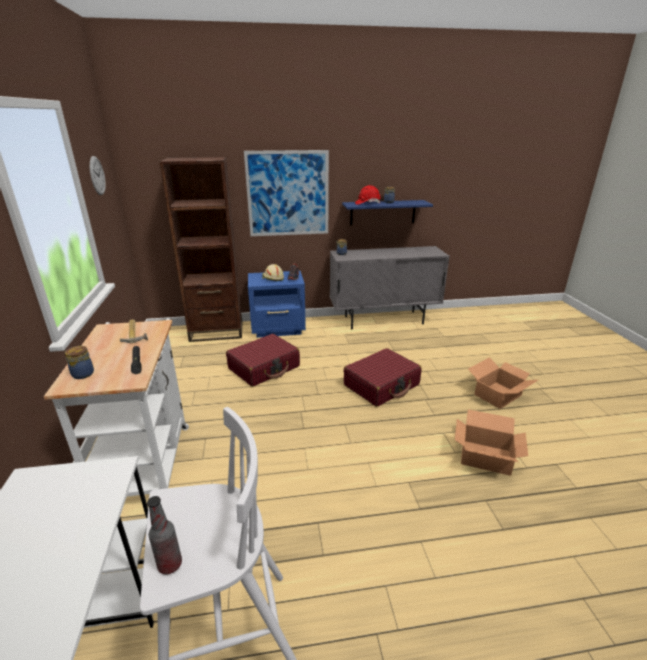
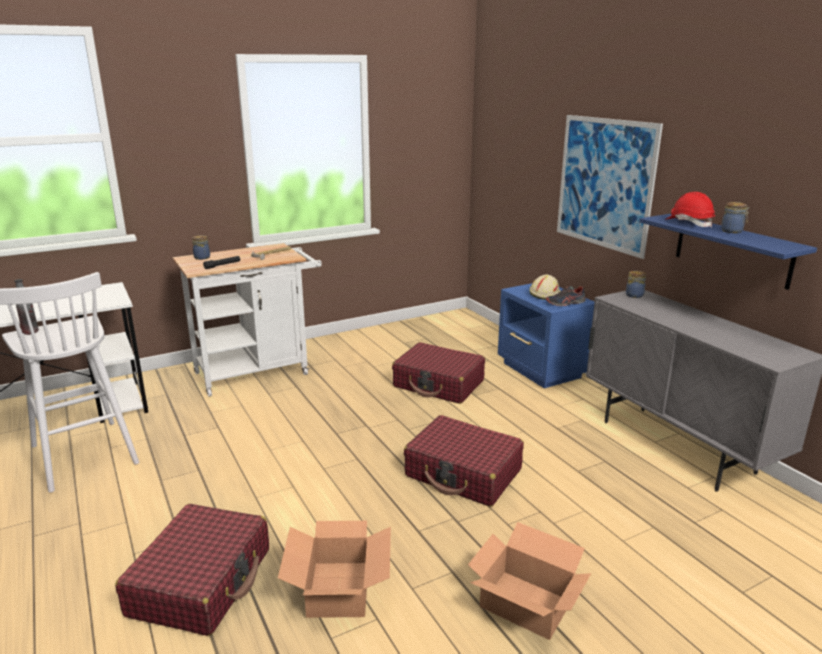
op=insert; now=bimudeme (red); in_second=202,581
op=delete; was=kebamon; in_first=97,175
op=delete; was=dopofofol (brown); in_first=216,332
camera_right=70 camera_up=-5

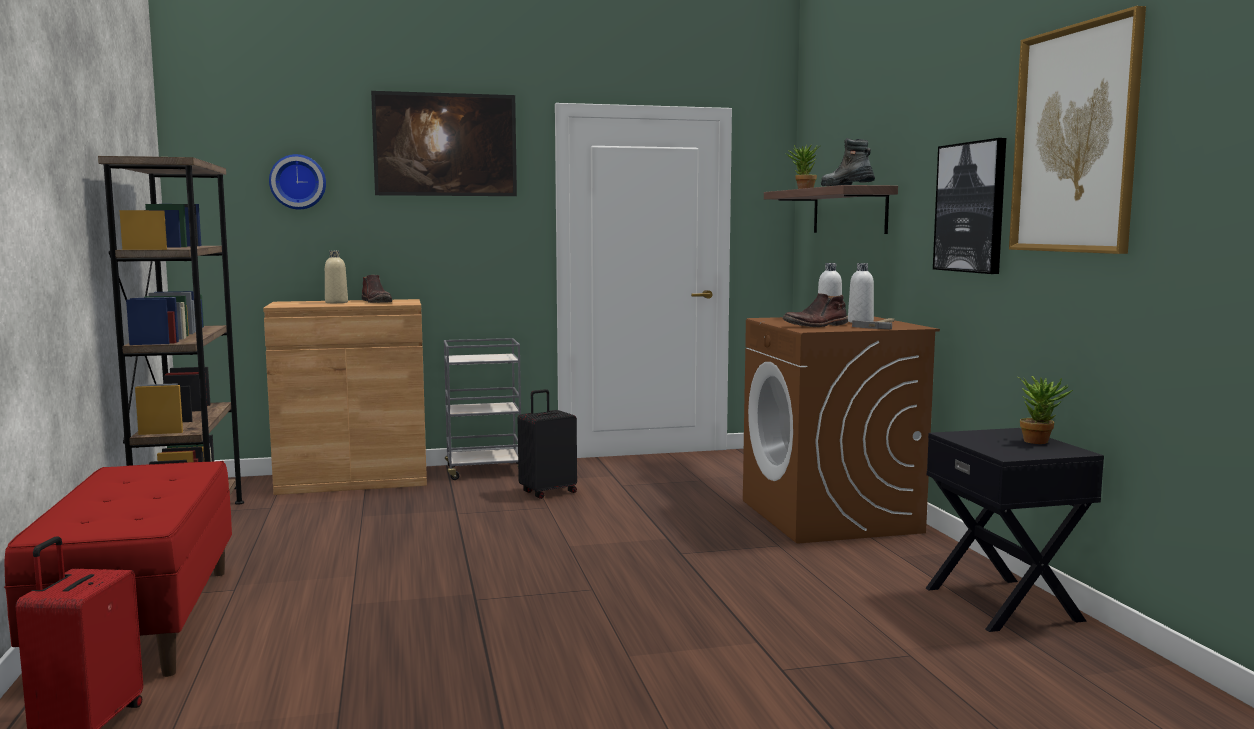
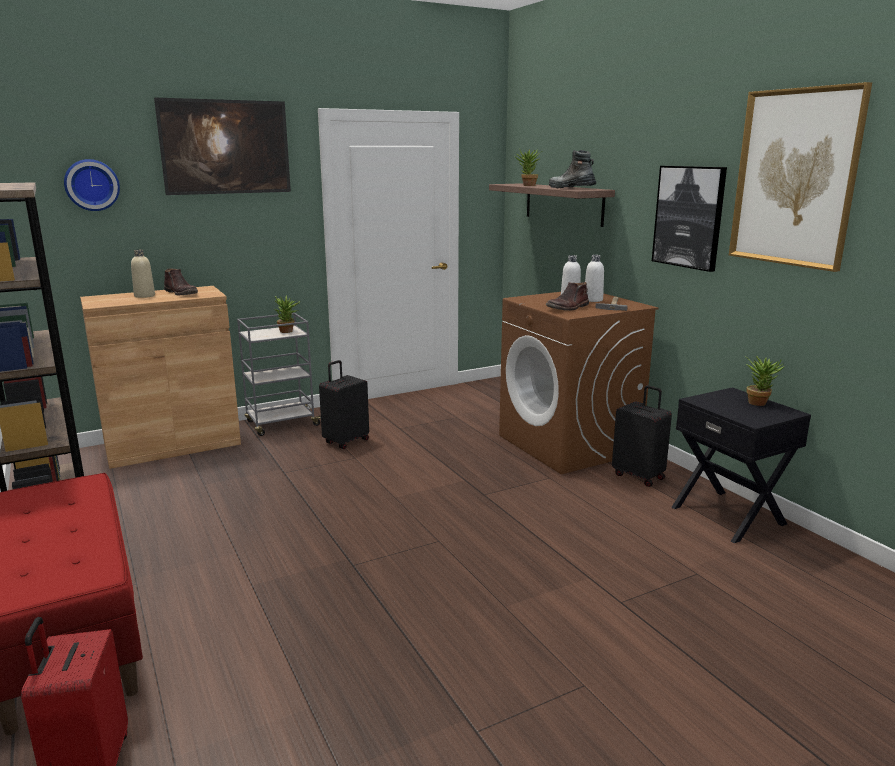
op=insert; now=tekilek; in_second=288,331
op=insert; now=bimudeme (black); in_second=639,476
camera_right=-15 camera_up=10

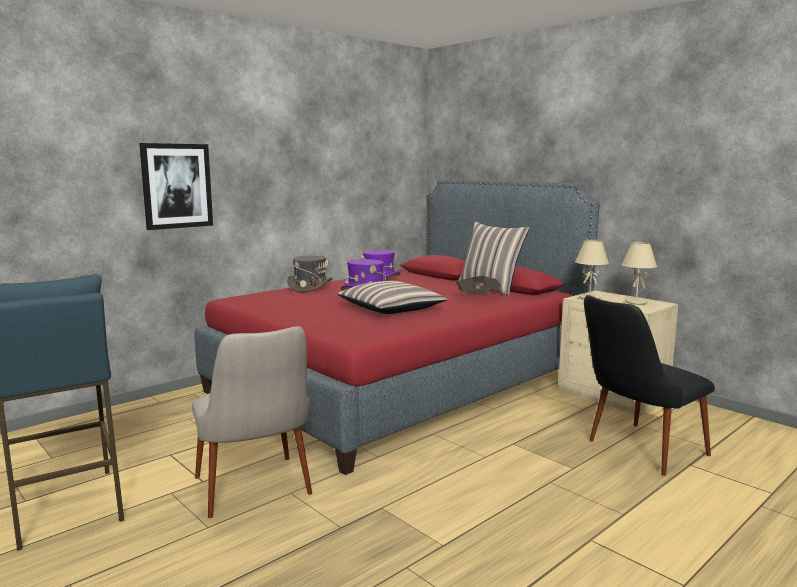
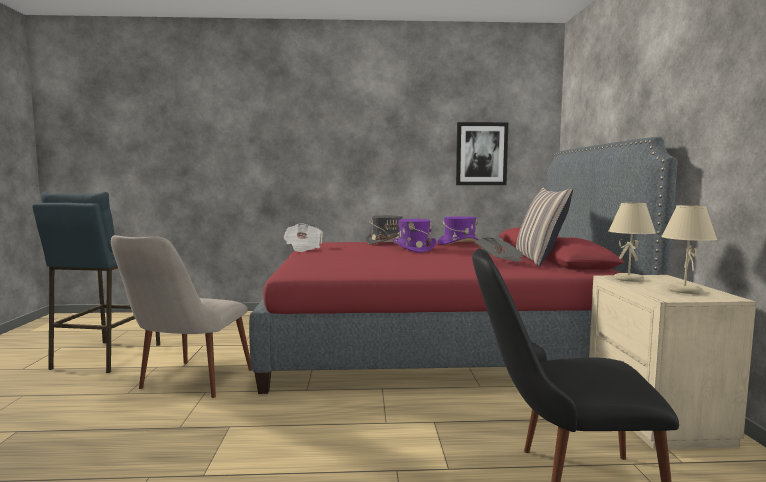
op=insert; now=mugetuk; in_second=303,248
op=move; was=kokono; in_first=176,186; in_second=481,154
op=delete; was=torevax; in_first=391,309
camera_right=40 camera_up=-5

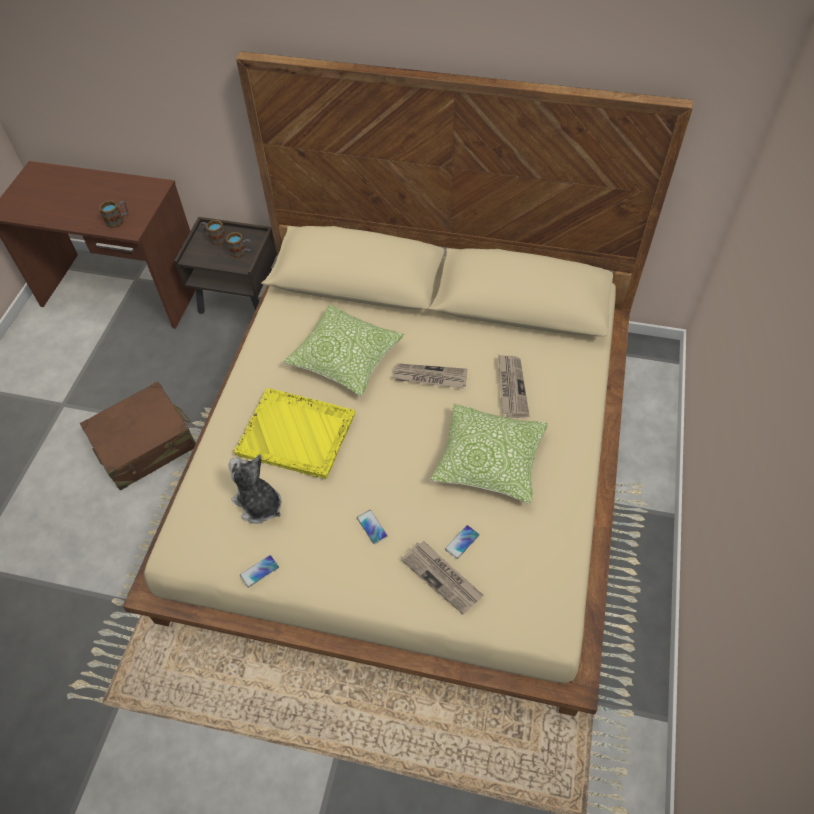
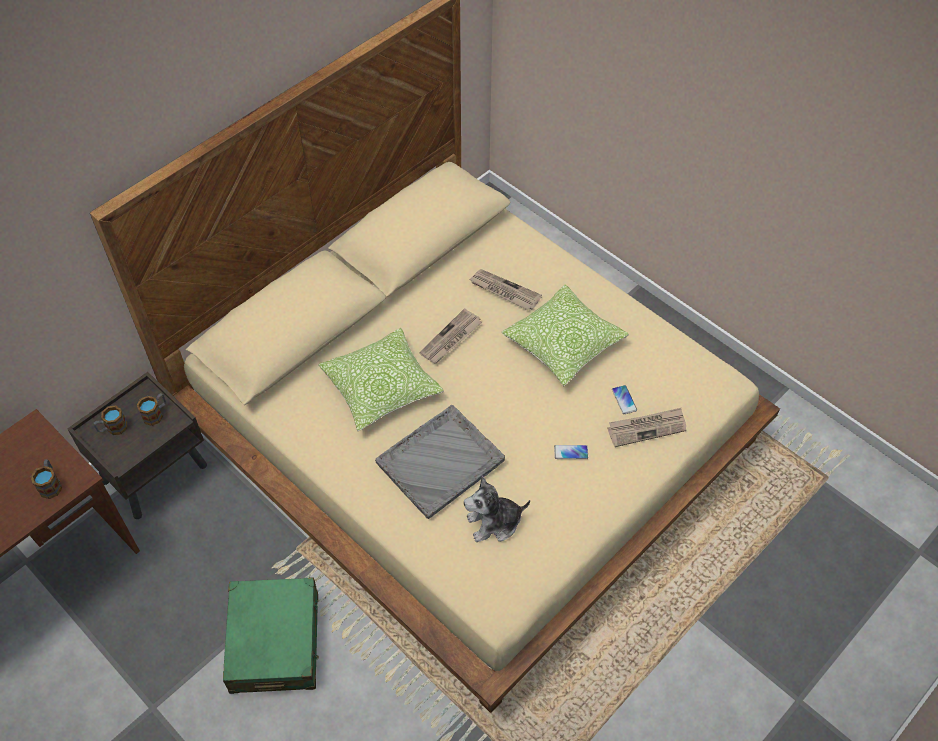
op=recolor; was=bimudeme (brown); now=bimudeme (green); in_first=145,444; in_second=275,642
op=recolor; was=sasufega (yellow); now=sasufega (grey); in_first=297,434; in_second=441,461
op=delete; was=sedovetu; in_first=259,571
camera_right=-60 camera_up=0

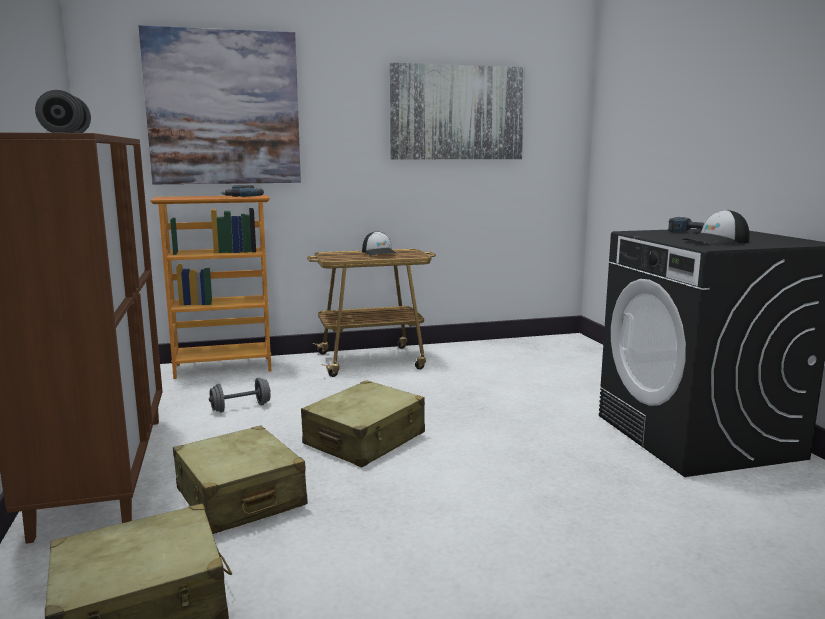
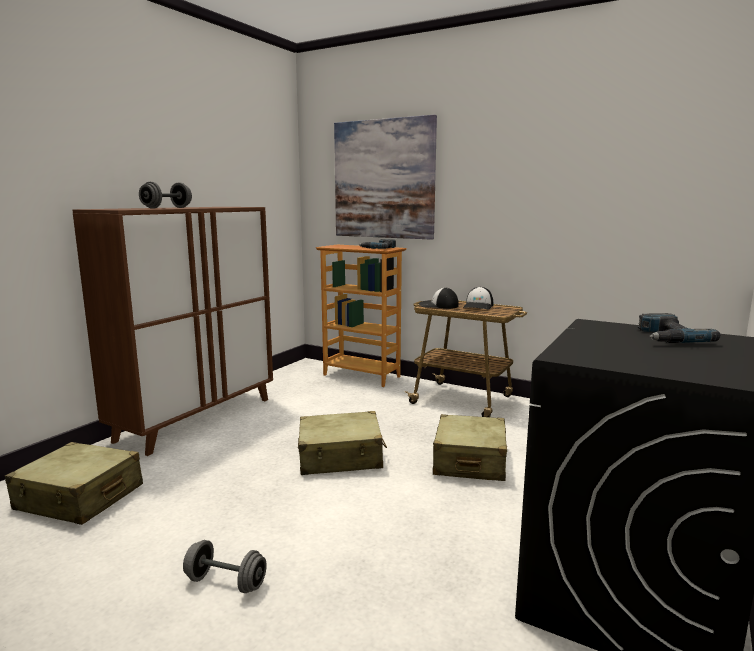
op=move; was=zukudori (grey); in_first=241,408; in_second=226,582
op=move; was=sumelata; in_first=716,241; in_second=438,305
op=move; was=bimudeme (beige); in_first=240,498; in_second=469,461
op=delete; was=kokono; in_first=457,113
camera_right=45 camera_up=0

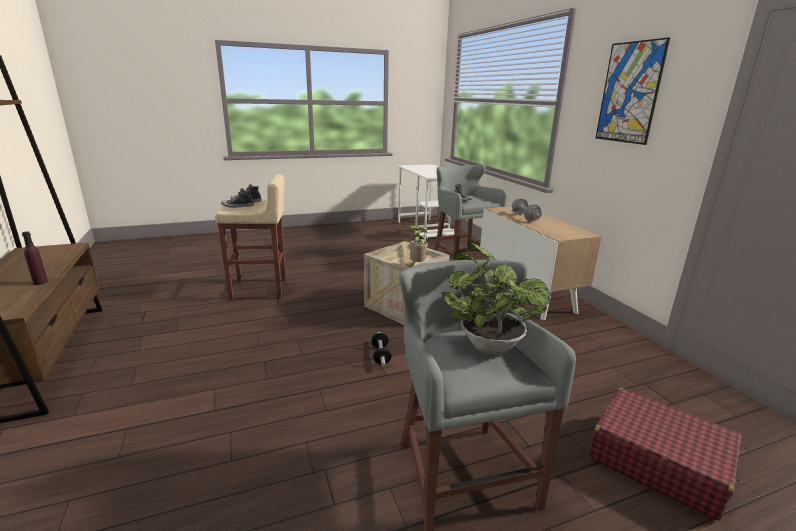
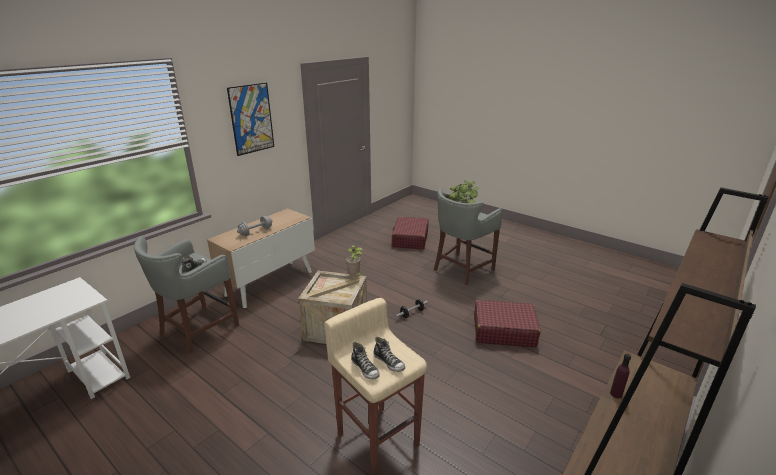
op=insert; now=bimudeme (red); in_second=503,331
camera_right=-120 camera_up=5

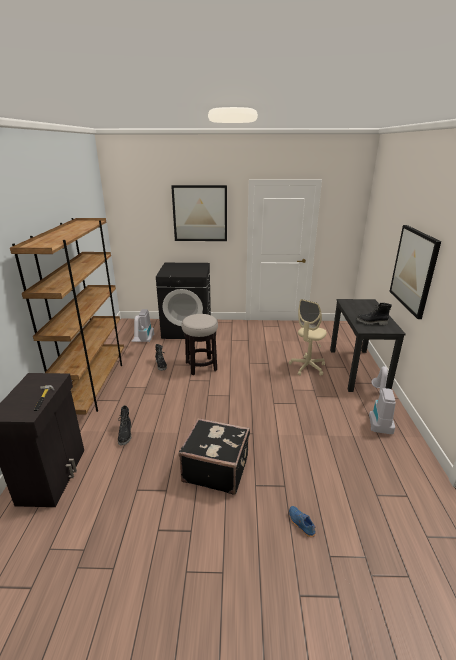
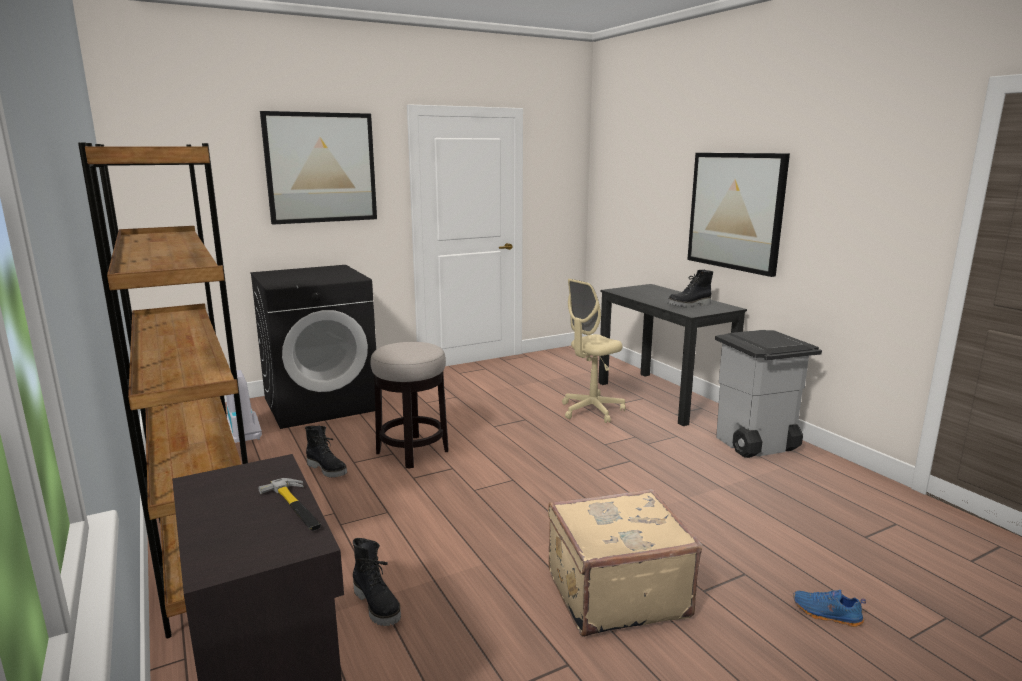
op=recolor; was=bimudeme (black); now=bimudeme (beige); in_first=216,468; in_second=615,593
op=rotate; was=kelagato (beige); in_first=307,367; in_second=591,411; clockwise=45
op=replace; was=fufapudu; now=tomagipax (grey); in_first=378,417; in_second=755,445
camera_right=-30 camera_up=-10

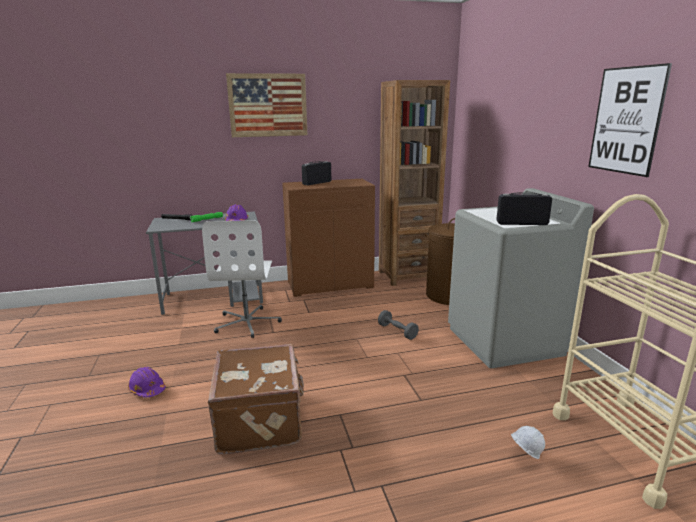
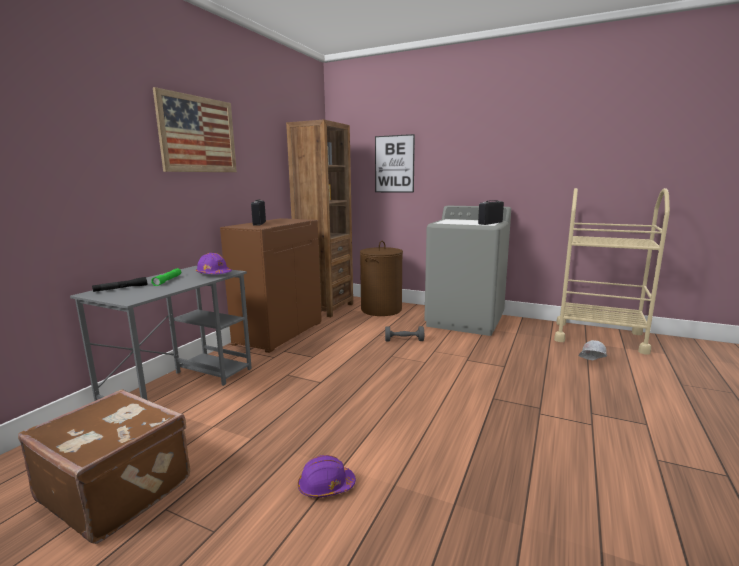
op=move; was=bimudeme (brown); in_first=261,420; in_second=118,488
op=move; was=kokono; in_first=626,120; in_second=394,164
op=delete; was=kelagato (white); in_first=247,322
camera_right=-50 camera_up=-5

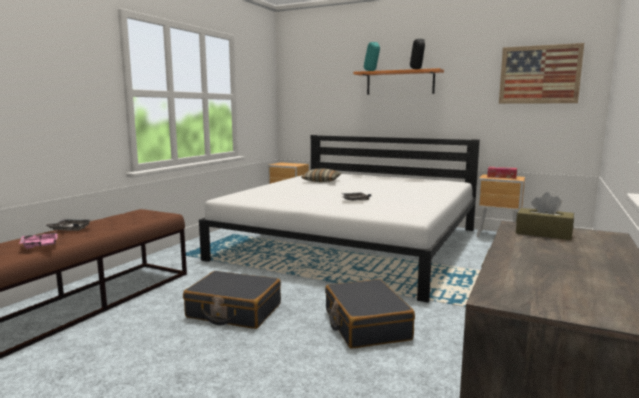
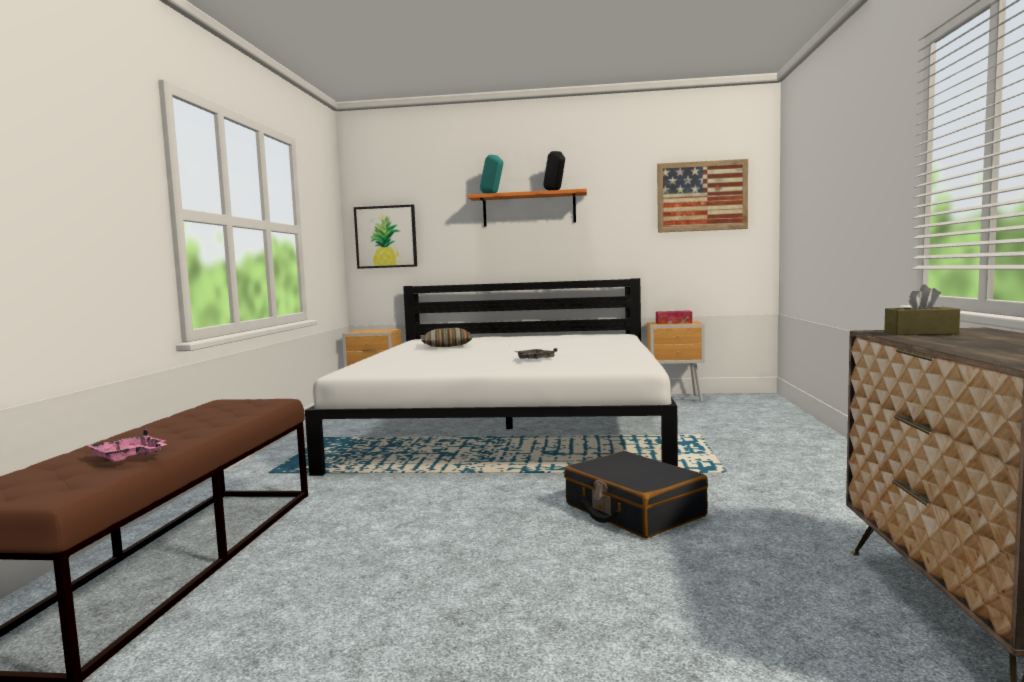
op=insert; now=kokono; in_second=386,237
op=delete; was=sasufega (grey); in_first=69,229
op=delete; was=bimudeme (black); in_first=234,311
camera_right=-20 camera_up=-5

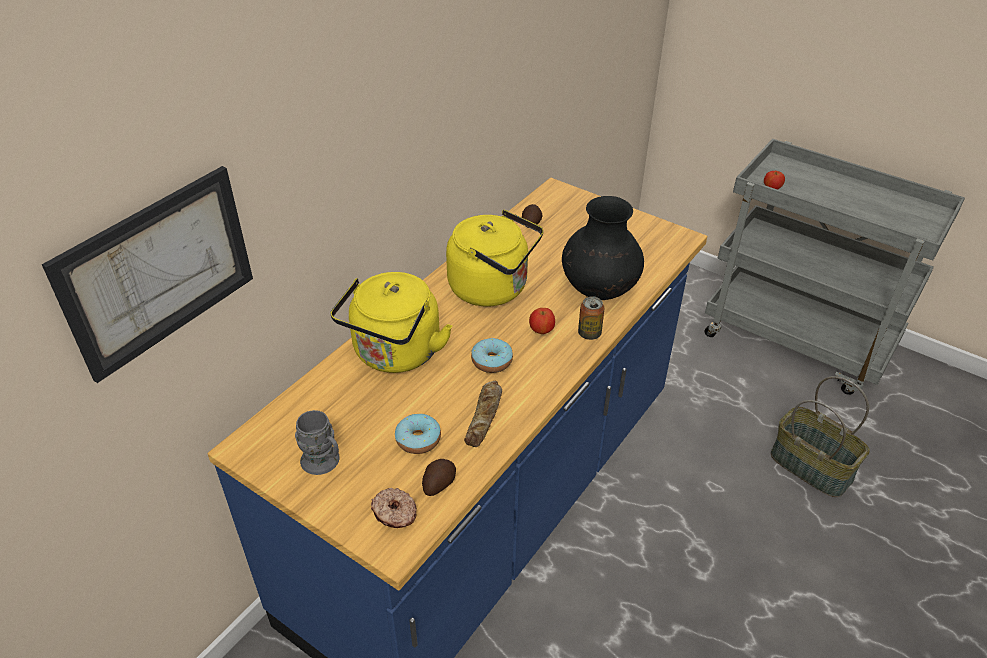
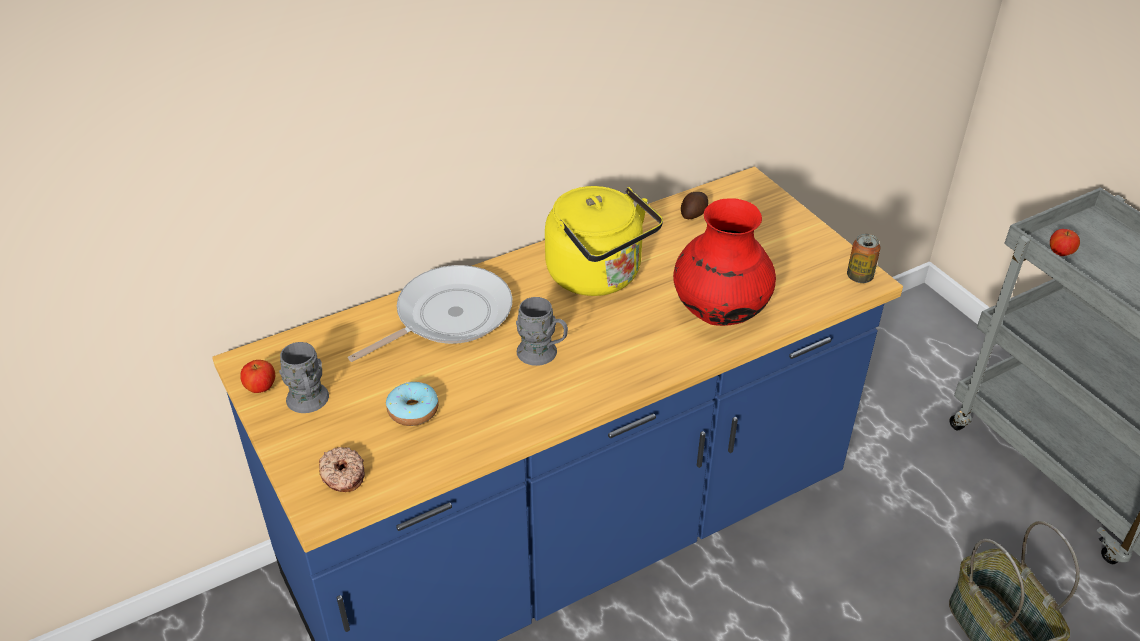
op=move; was=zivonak; in_first=541,330; in_second=261,388
op=replace; was=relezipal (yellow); now=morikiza; in_first=395,355; in_second=448,316
op=replace; was=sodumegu; now=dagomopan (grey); in_first=491,361; in_second=543,354
op=recolor; was=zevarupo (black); now=zevarupo (red); in_first=598,289; in_second=719,311
op=move; was=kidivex; in_first=589,333; in_second=859,277
op=delete; was=kokono; in_first=158,271
op=delete; was=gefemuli; in_first=438,483
op=delete; was=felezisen; in_first=484,417
camera_right=25 camera_up=0

